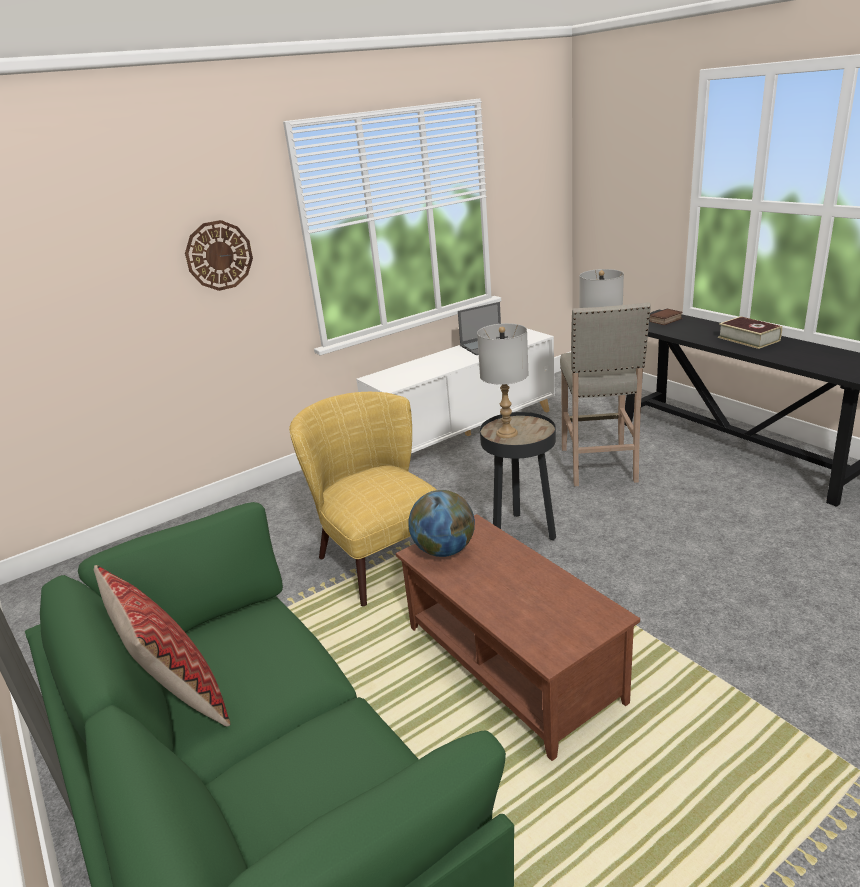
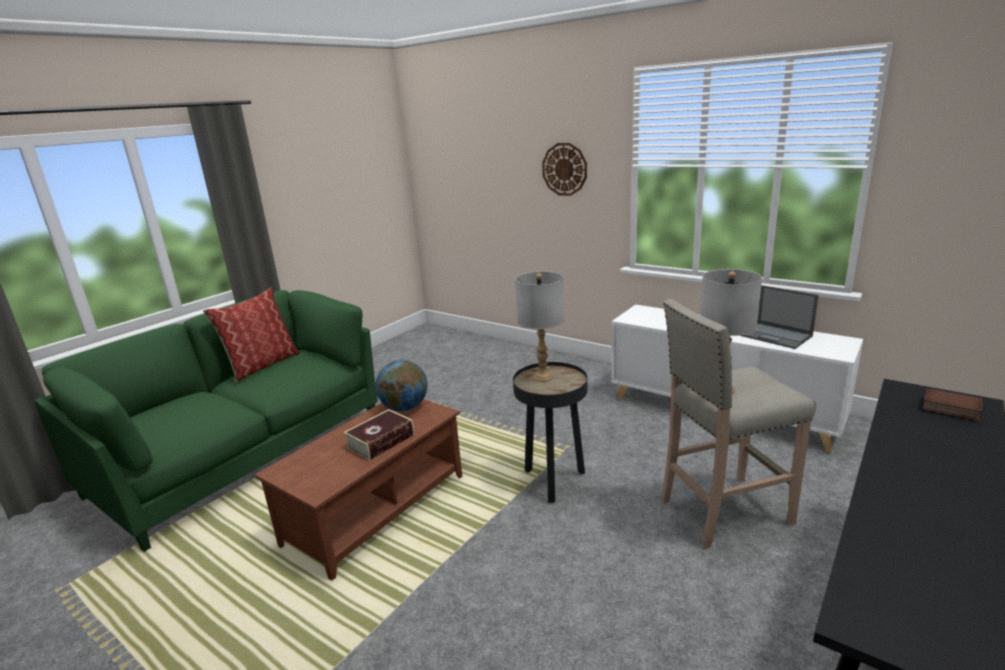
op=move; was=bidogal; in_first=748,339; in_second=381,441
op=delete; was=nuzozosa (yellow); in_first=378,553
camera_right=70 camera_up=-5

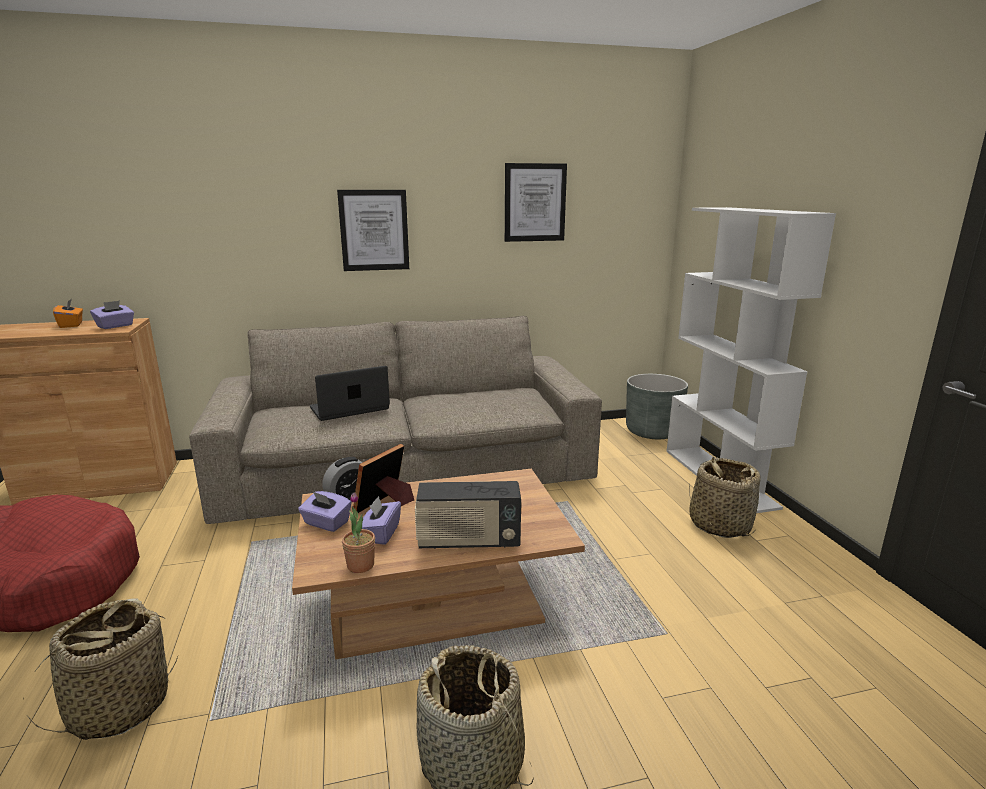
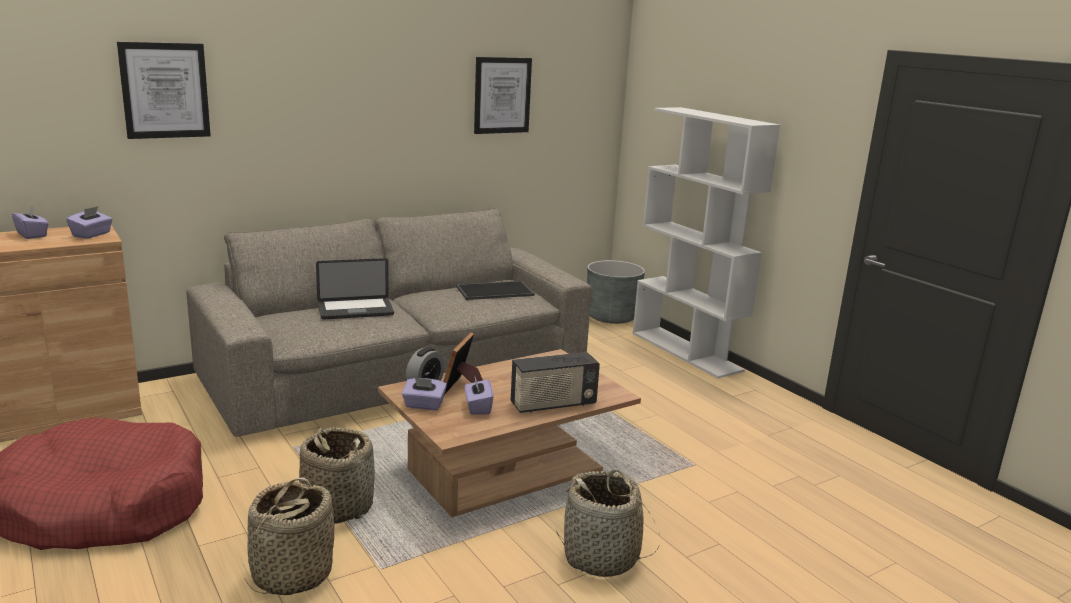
op=recolor; was=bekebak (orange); now=bekebak (purple); in_first=71,325; in_second=32,235
op=move; was=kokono; in_first=374,230; in_second=165,90
op=move; was=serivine; in_first=719,524; in_second=336,506
op=rotate; was=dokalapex; in_first=349,409; in_second=355,310; clockwise=-150
op=insert; now=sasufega; in_second=495,290
op=delete; was=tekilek; in_first=360,565
camera_right=-20 camera_up=0

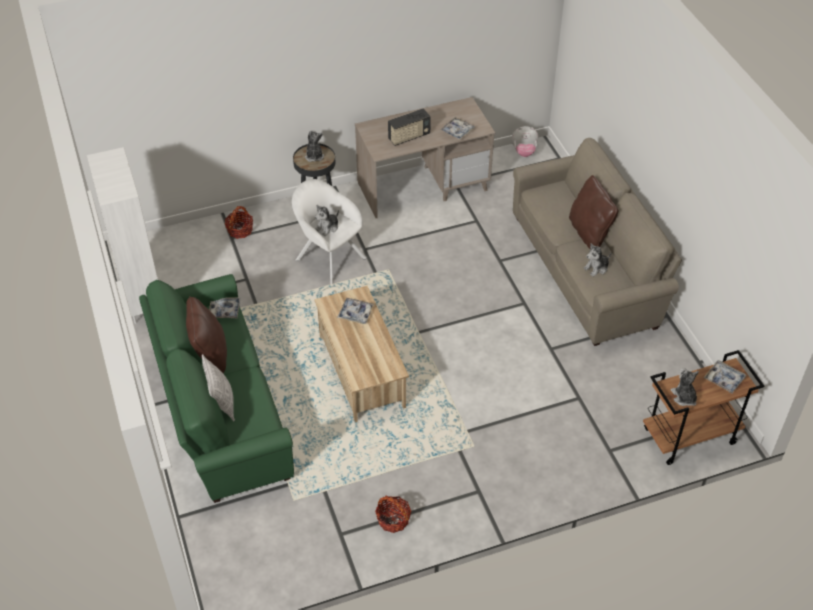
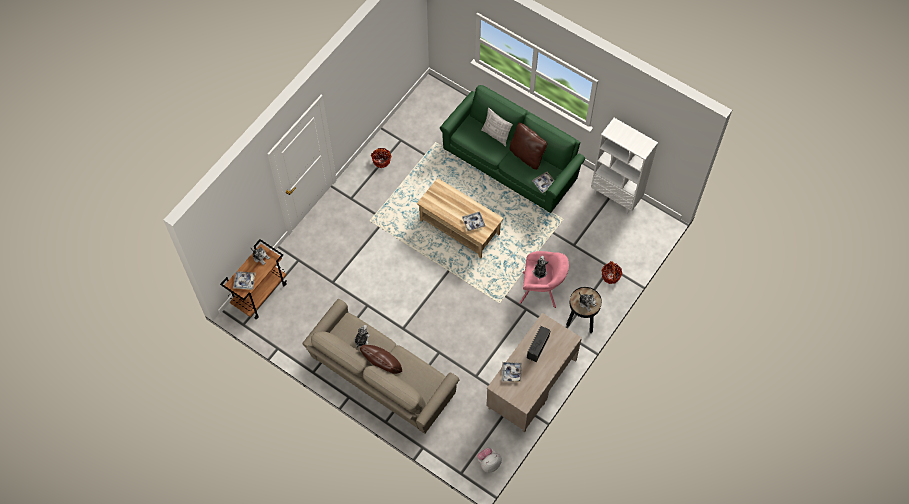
op=recolor; was=nuzozosa (white); now=nuzozosa (pink); in_first=328,257; in_second=542,289
camera_right=145 camera_up=15

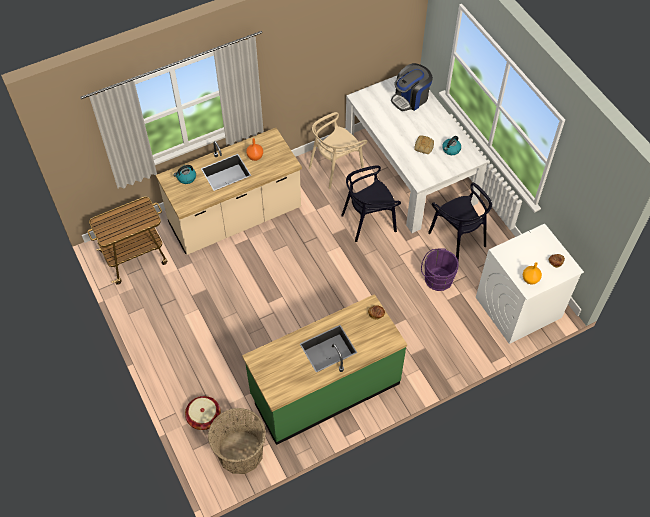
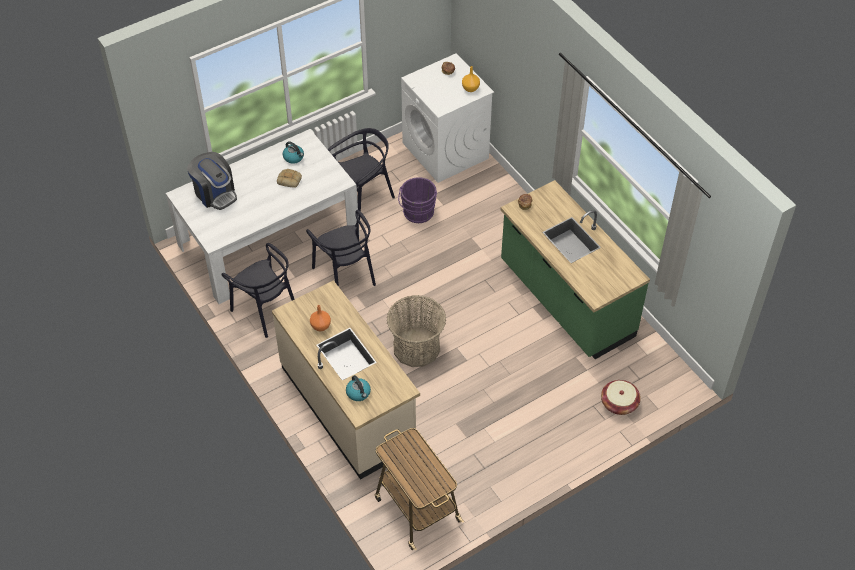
op=recolor; was=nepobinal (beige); now=nepobinal (black); in_first=336,168; in_second=266,310
op=move; was=serivine; in_first=240,452; in_second=416,347
camera_right=-95 camera_up=-5

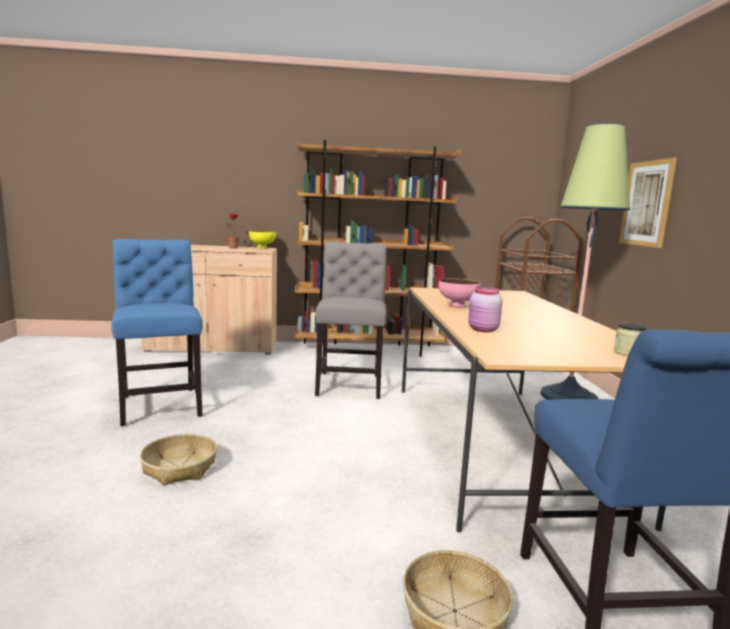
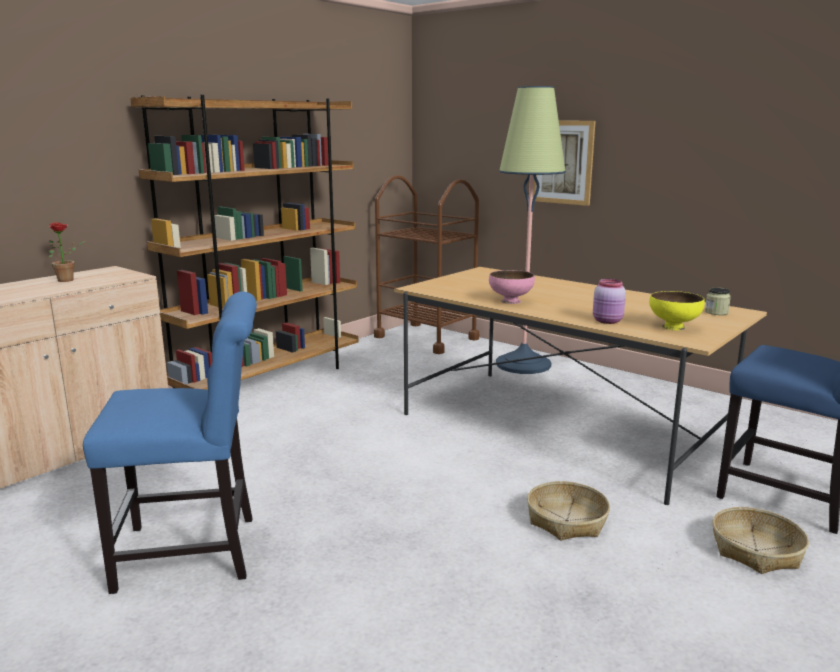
op=rotate; was=nepobinal (blue); in_first=160,404; in_second=196,552; clockwise=150
op=move; was=serivine; in_first=180,467; in_second=566,520
op=move; was=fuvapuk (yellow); in_first=262,248; in_second=674,327
op=delete; was=nepobinal (grey); in_first=349,383
camera_right=-45 camera_up=5

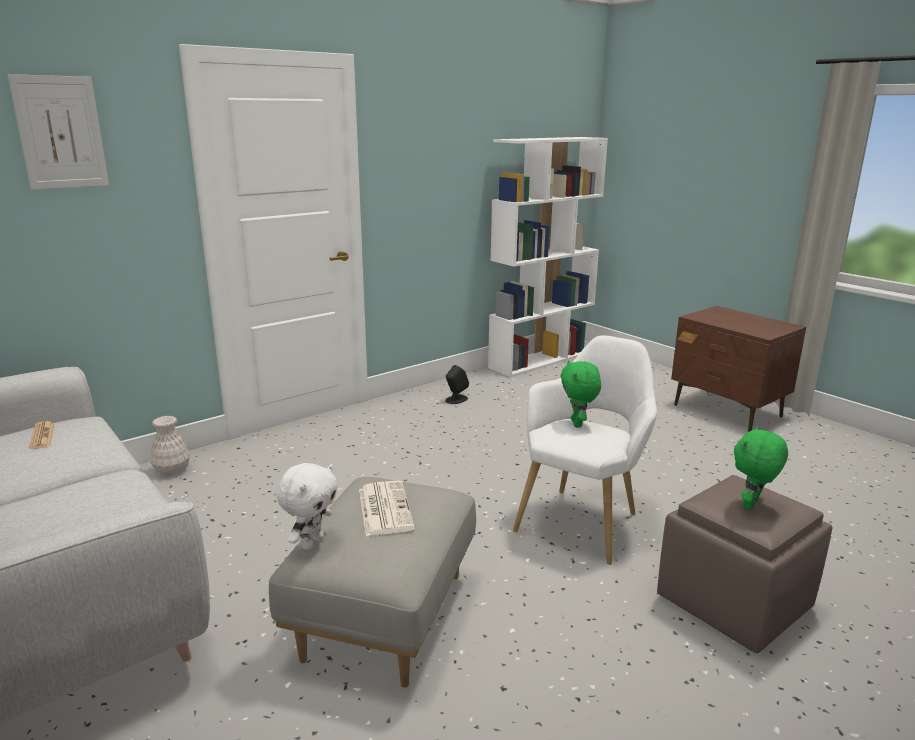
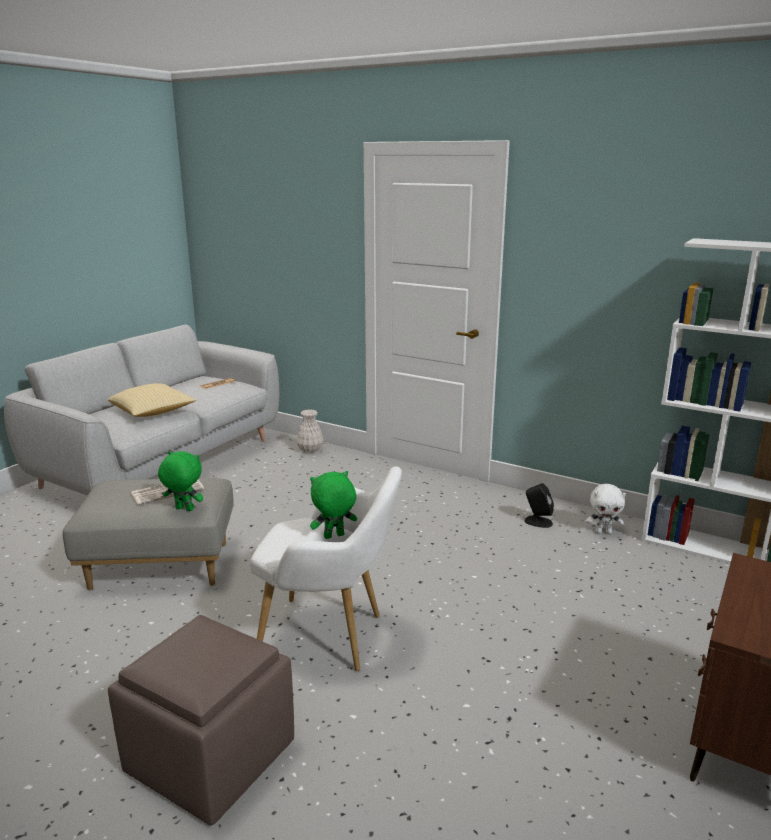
op=insert; now=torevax; in_second=152,412
op=move; was=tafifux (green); in_first=752,505; in_second=184,509
op=move; was=tafifux (white); in_first=311,543; in_second=603,532
op=delete; was=kokono; in_first=60,133
camera_right=70 camera_up=0

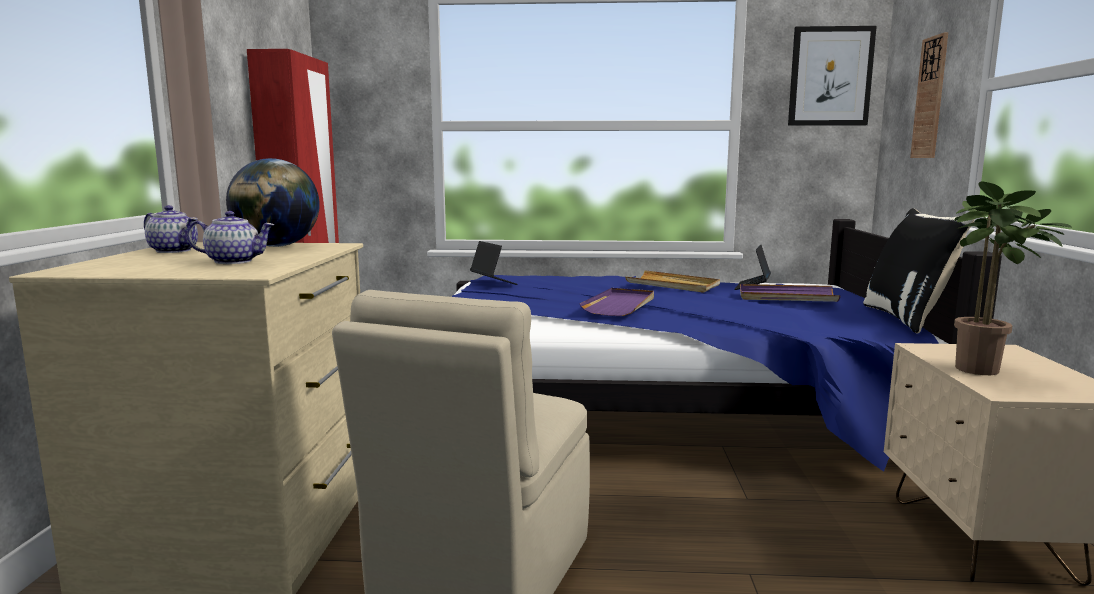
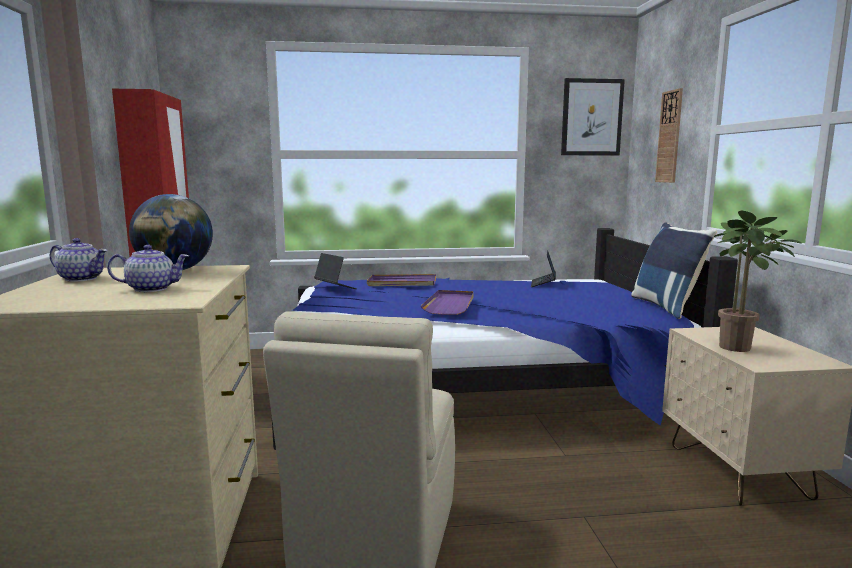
op=move; was=sasufega (purple); in_first=786,297; in_second=401,283
op=recolor; was=torevax (black); now=torevax (blue); in_first=908,319; in_second=667,307
op=delete; was=sasufega (beige); in_first=673,285
camera_right=-10 camera_up=0

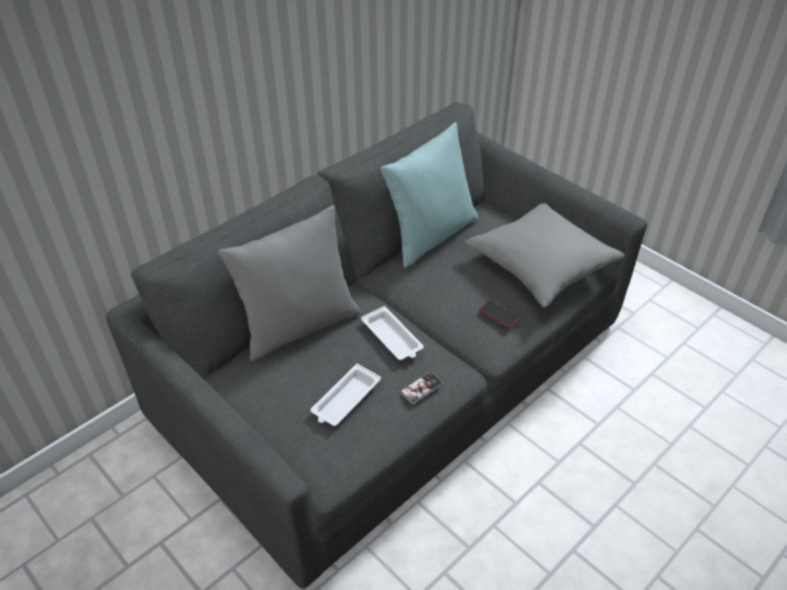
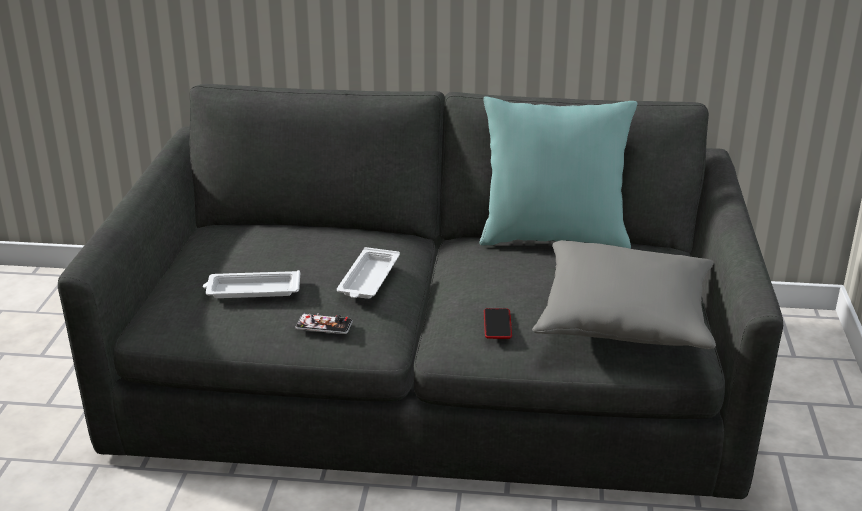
op=delete; was=torevax (grey); in_first=298,326
camera_right=50 camera_up=-15

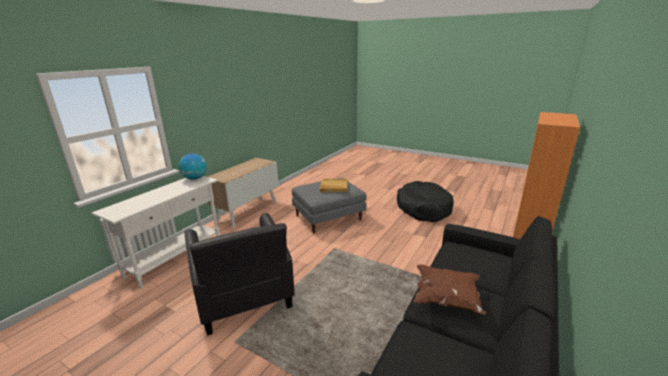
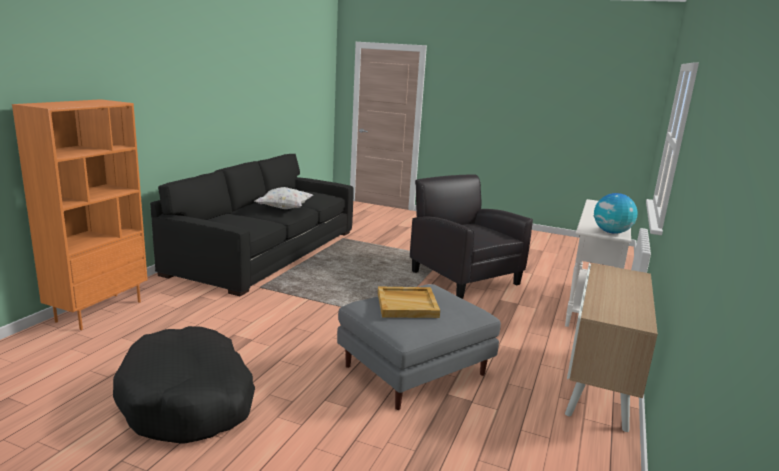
op=recolor; was=torevax (brown); now=torevax (white); in_first=446,299; in_second=284,208
camera_right=170 camera_up=-5

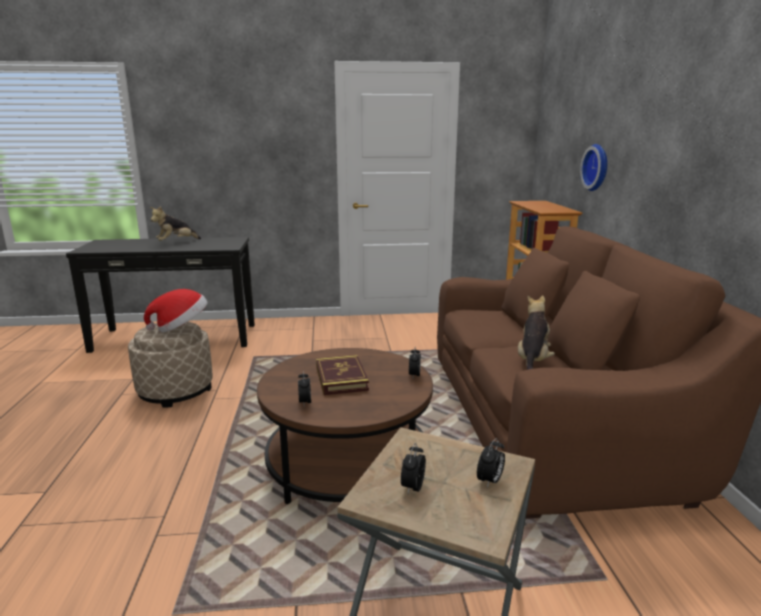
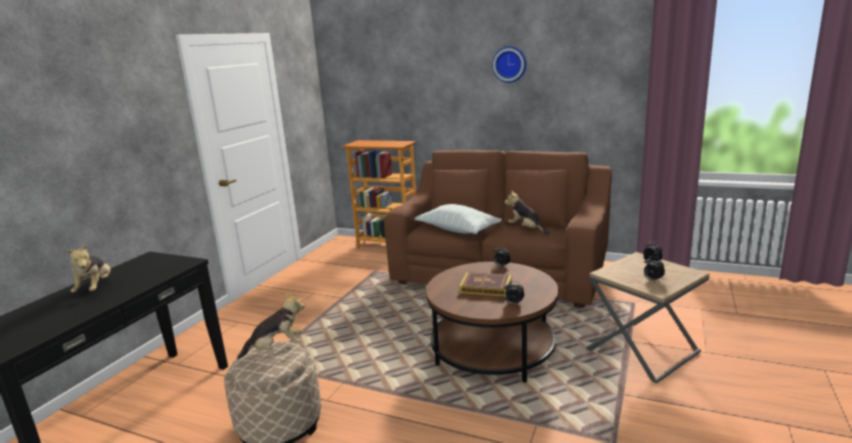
op=replace; was=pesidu; now=tafifux; in_first=181,327; in_second=276,349
op=insert; now=torevax; in_second=458,230
op=move; was=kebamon; in_first=597,167; in_second=509,64
camera_right=-60 camera_up=0

